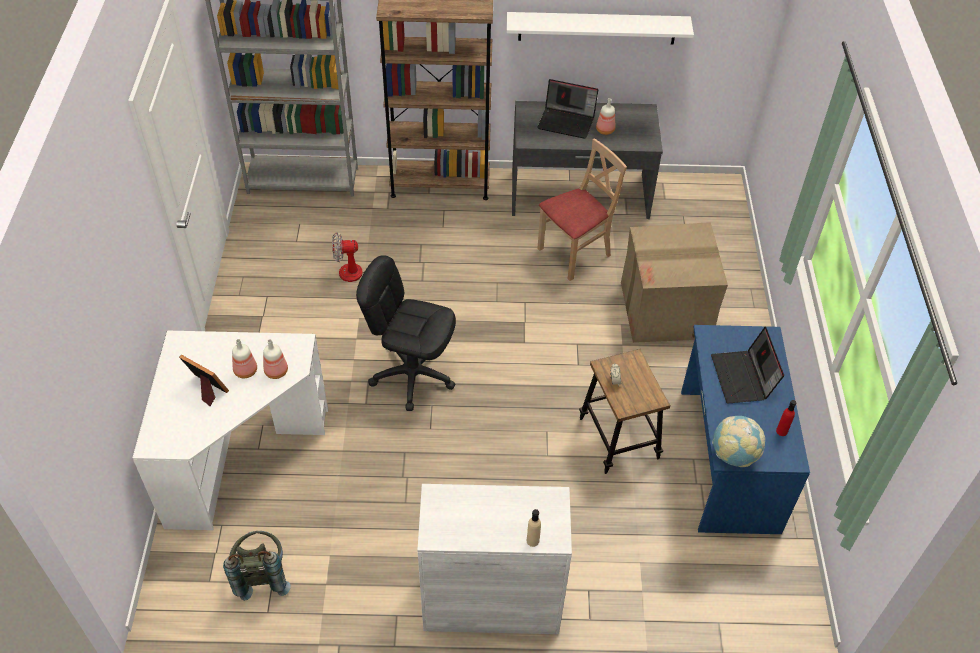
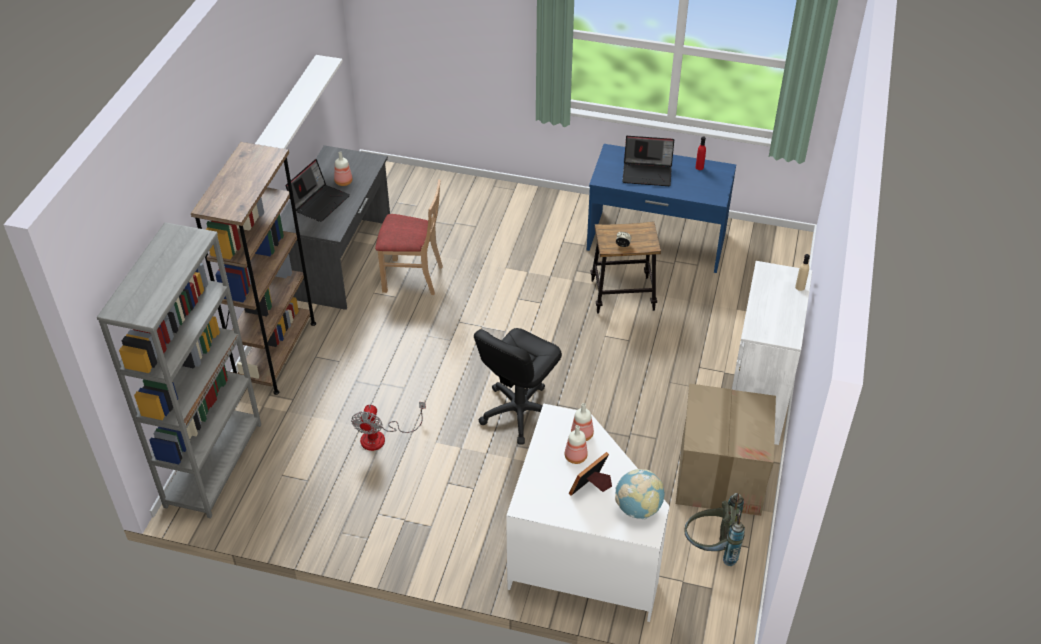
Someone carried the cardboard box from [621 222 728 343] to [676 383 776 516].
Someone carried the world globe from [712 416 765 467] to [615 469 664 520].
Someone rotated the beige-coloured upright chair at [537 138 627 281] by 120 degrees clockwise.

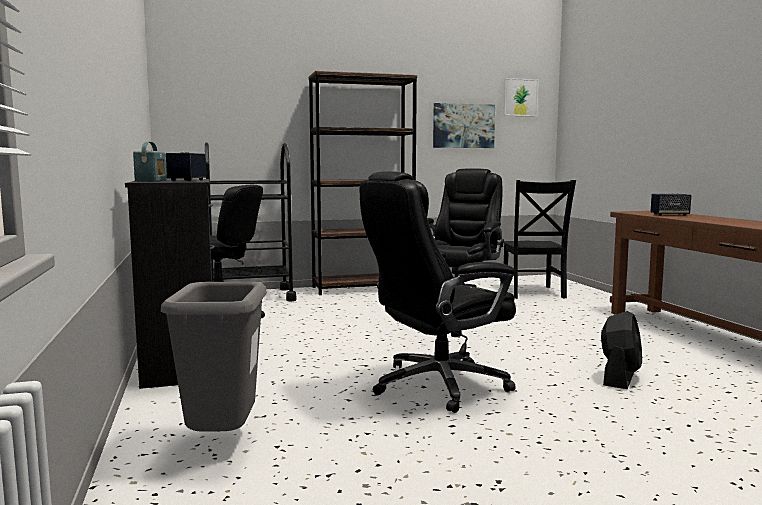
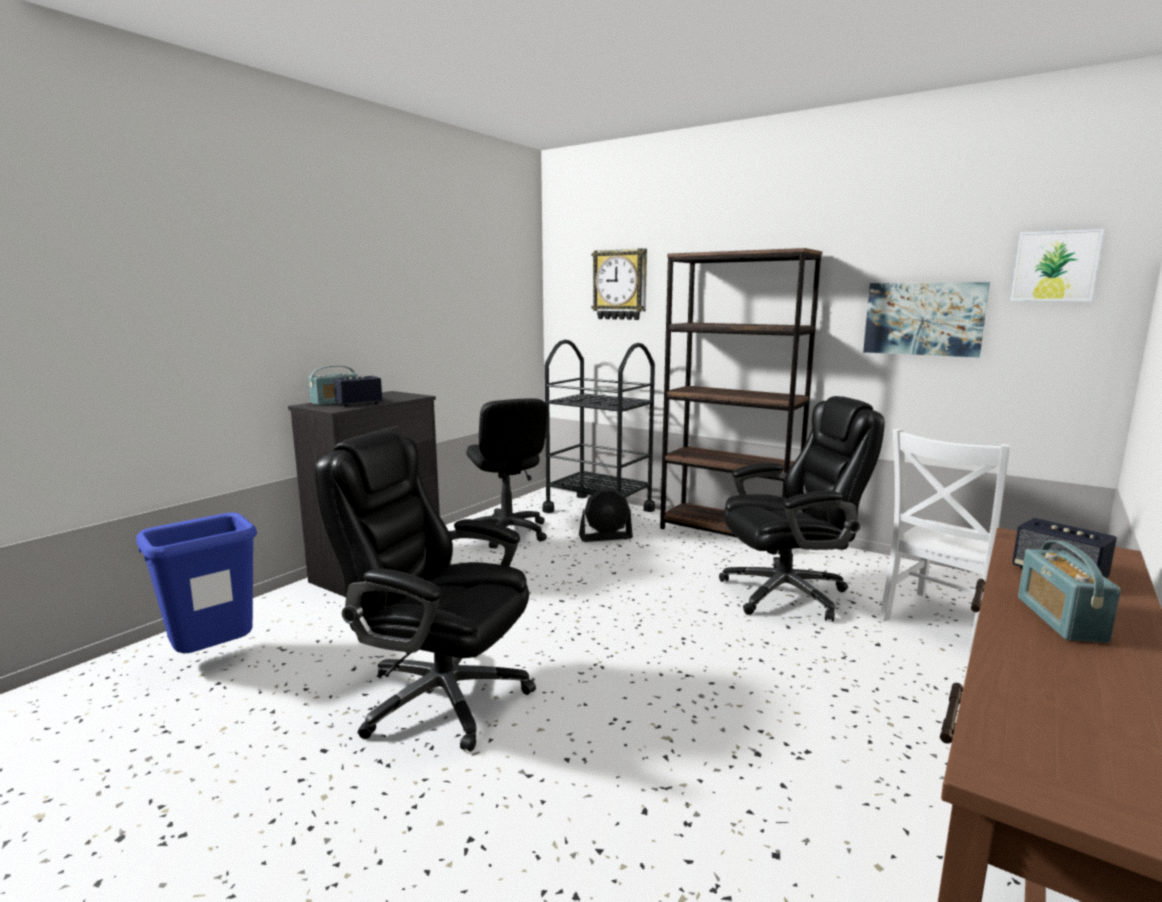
Someone put up the wall clock at [591 248 647 320].
Someone put down the radio at [1018 540 1121 643].
Someone carried the blackish cooling fan from [601 311 642 389] to [579 488 633 542].
Someone repainted the greyish rubbish bin at [161 282 267 432], which became the blue rubbish bin at [136 512 257 653].
Someone repainted the blackish upright chair at [504 180 576 299], which became the white upright chair at [879 429 1010 652].

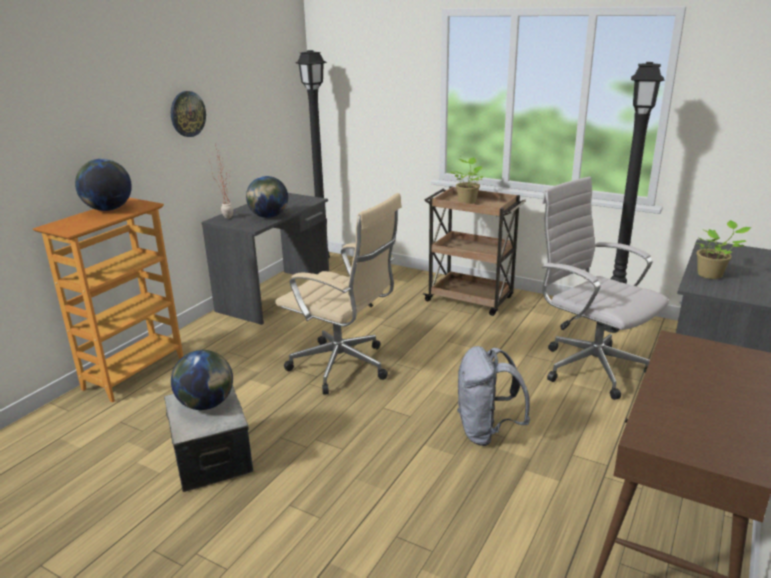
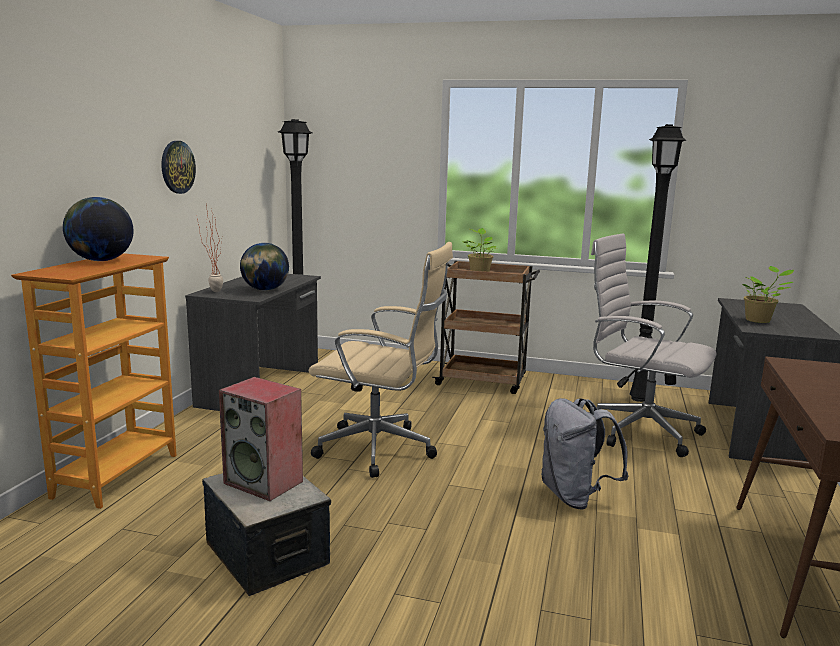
Someone swapped the world globe at [171 350 233 410] for the speaker at [219 377 303 501].

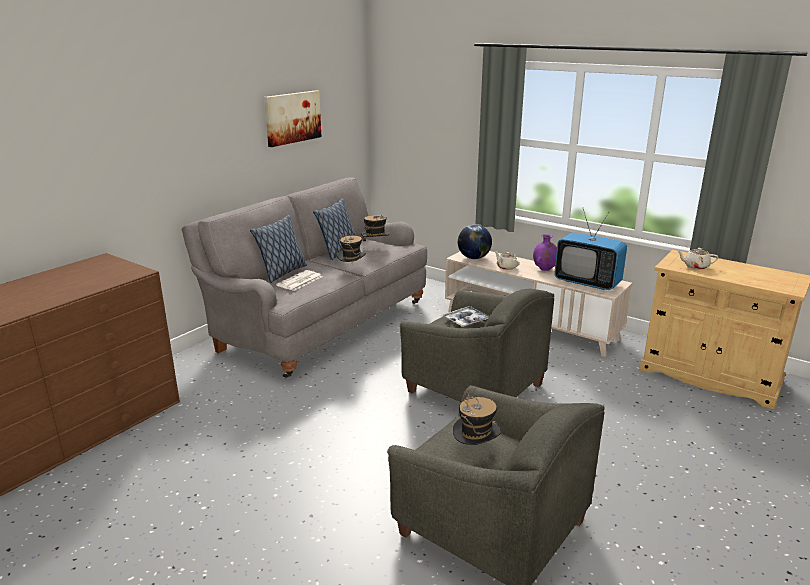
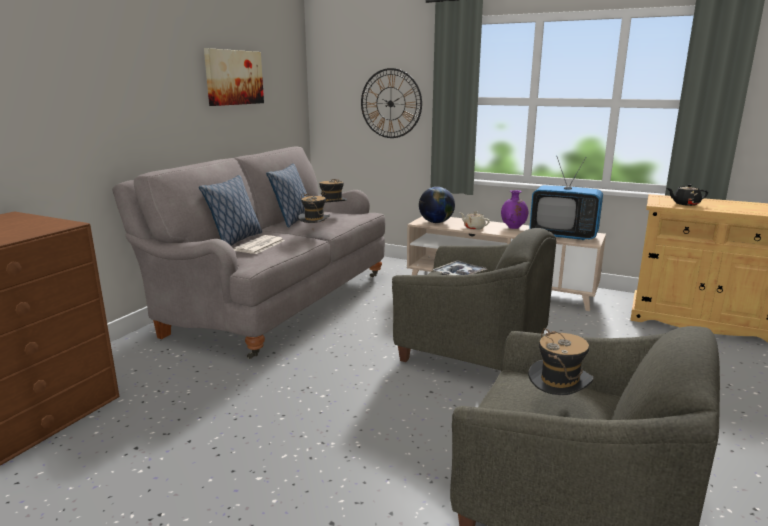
Someone put up the wall clock at [361 68 422 138].
Someone repainted the beige-coloured teapot at [677 248 718 269], which became the blackish teapot at [667 184 708 206].

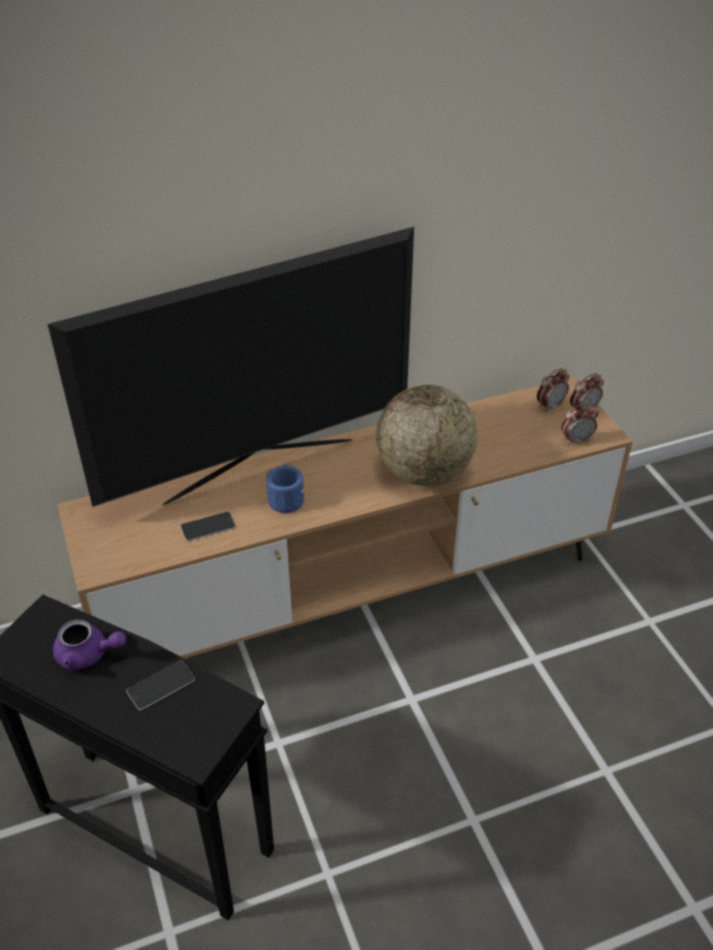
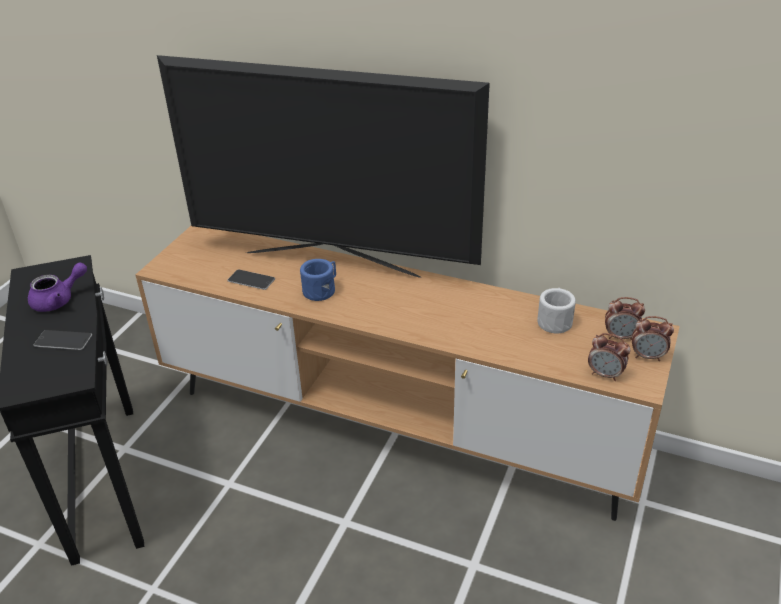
Someone took away the world globe at [376 385 477 486].
Someone put down the white tea mug at [537 288 576 333].
Someone rotated the purplish teapot at [53 620 126 671] by 90 degrees counterclockwise.

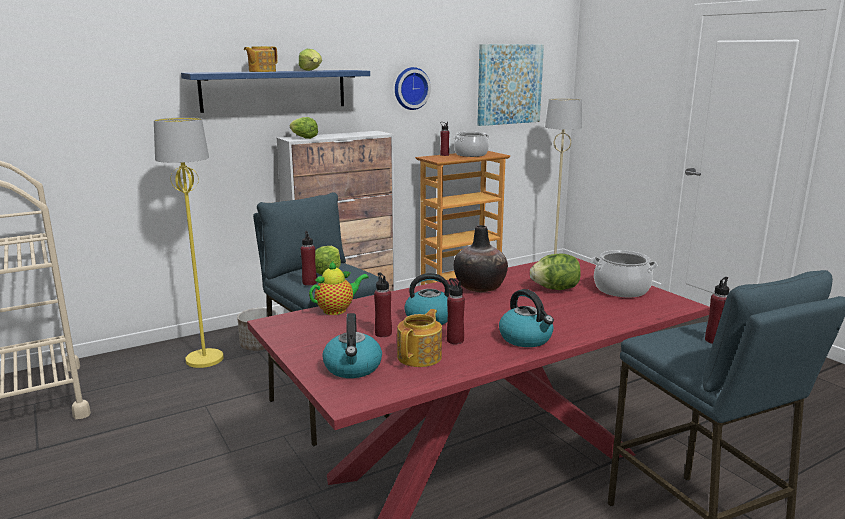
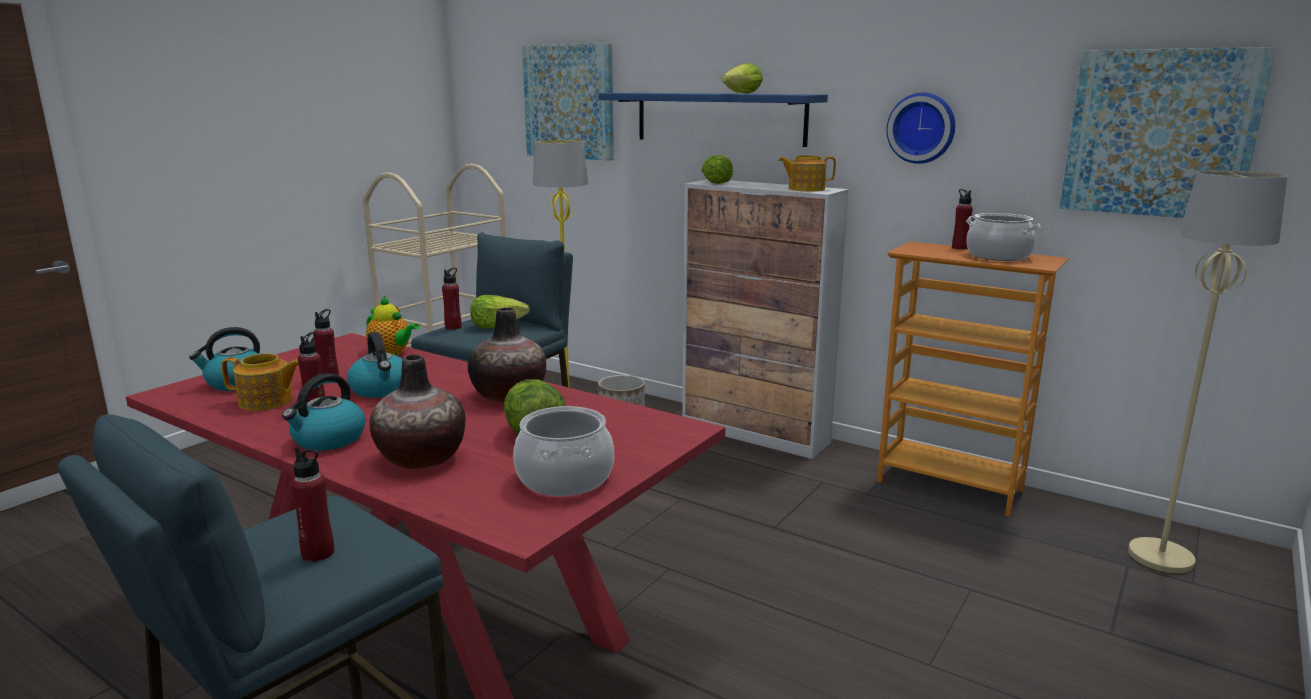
Someone put down the decorative vase at [369 354 465 469].
Someone put up the picture at [522 43 614 161].
Someone carried the teapot from [244 46 278 72] to [778 155 836 191].

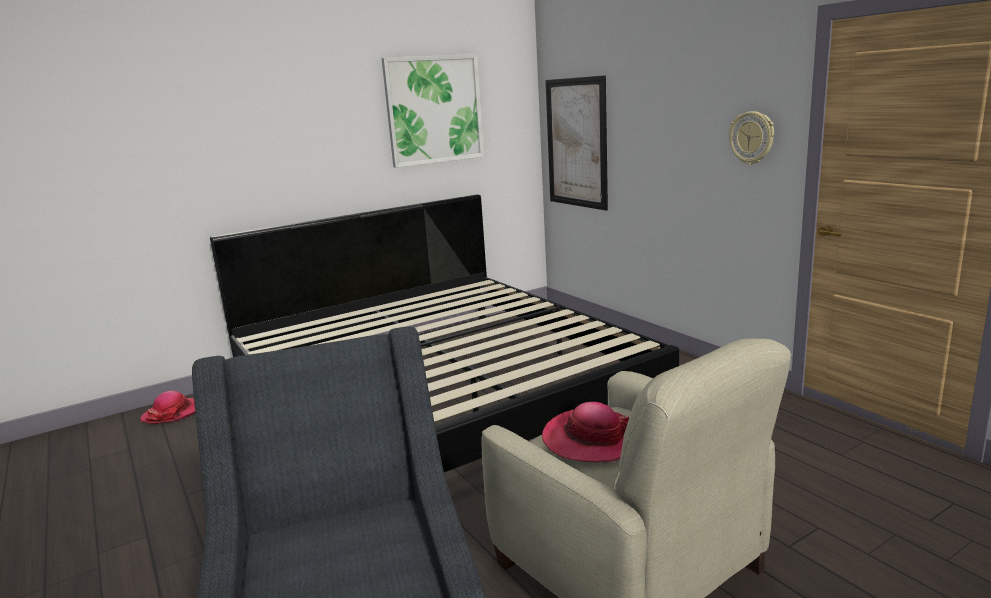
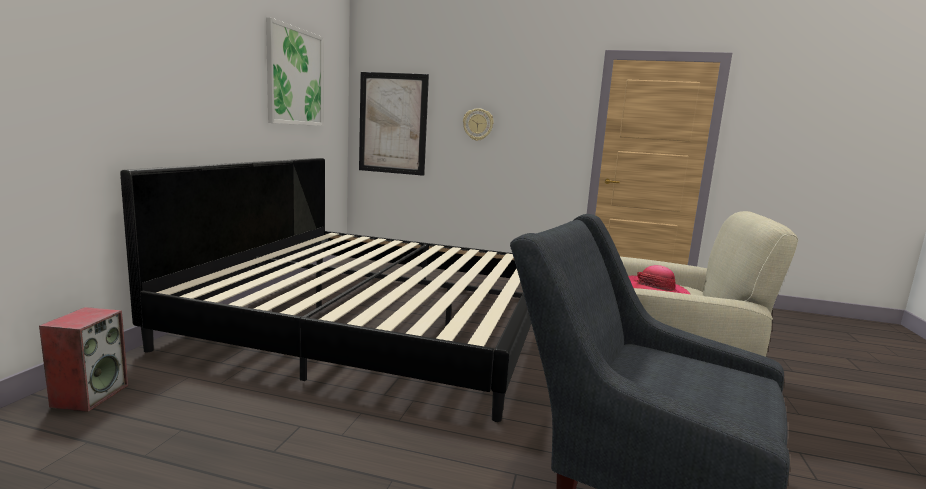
Someone carried the wall clock from [729 111 774 165] to [463 108 494 141].
Someone swapped the clothing hat at [140 391 195 424] for the speaker at [39 307 128 412].

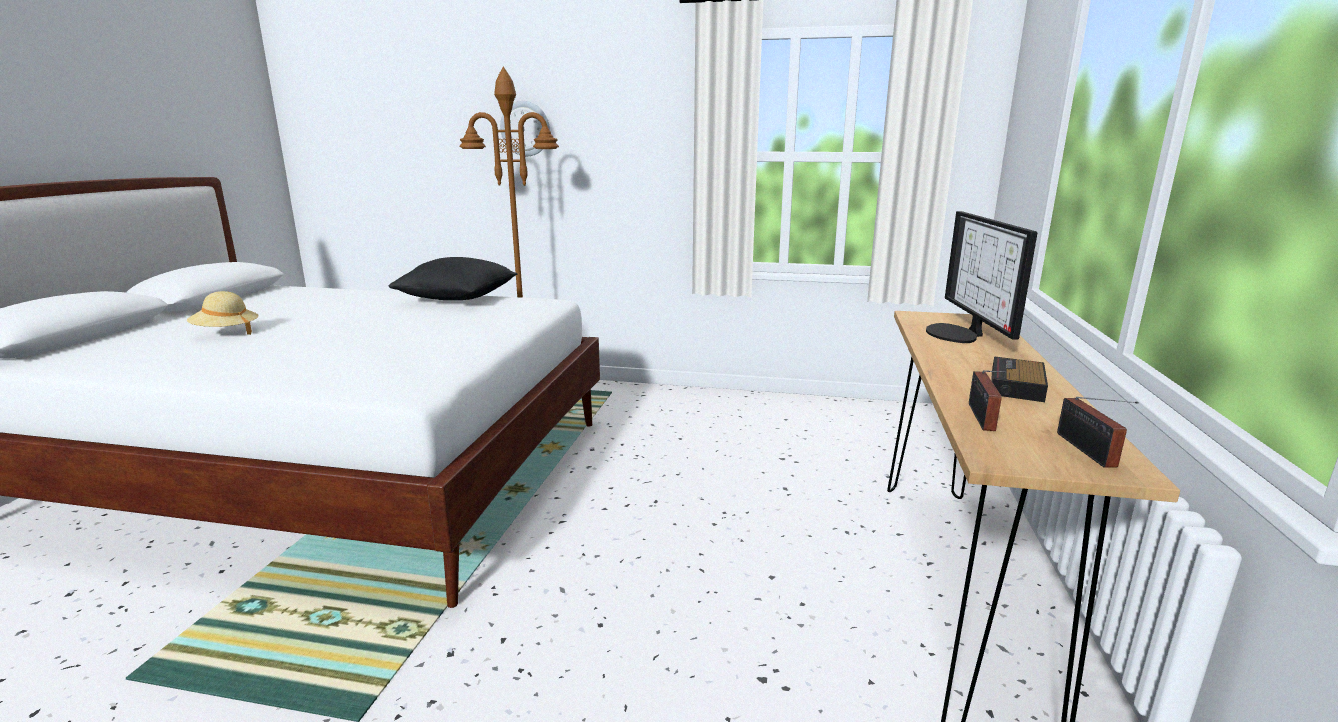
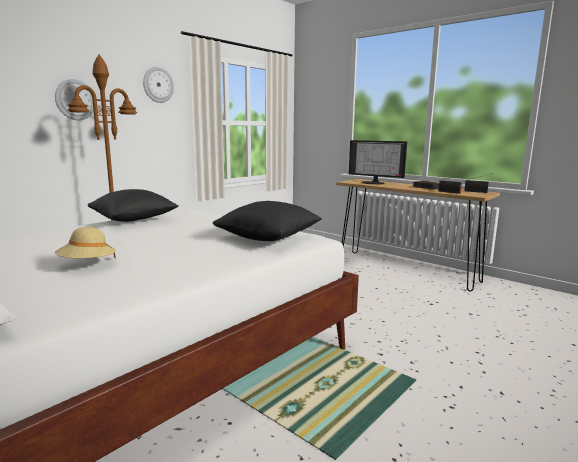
Someone put up the wall clock at [143 67 174 103].
Someone put down the blackish cushion at [213 201 322 241].

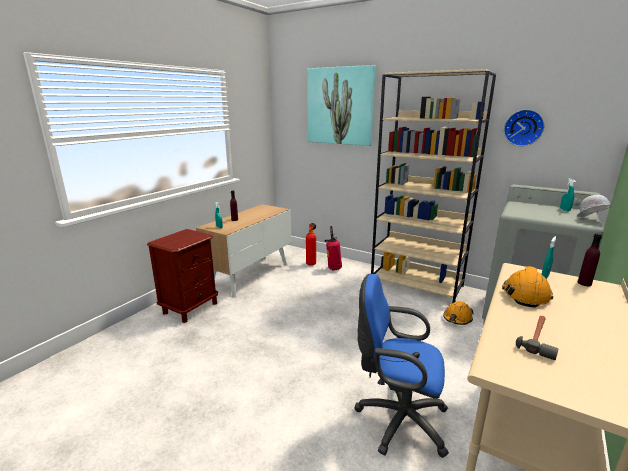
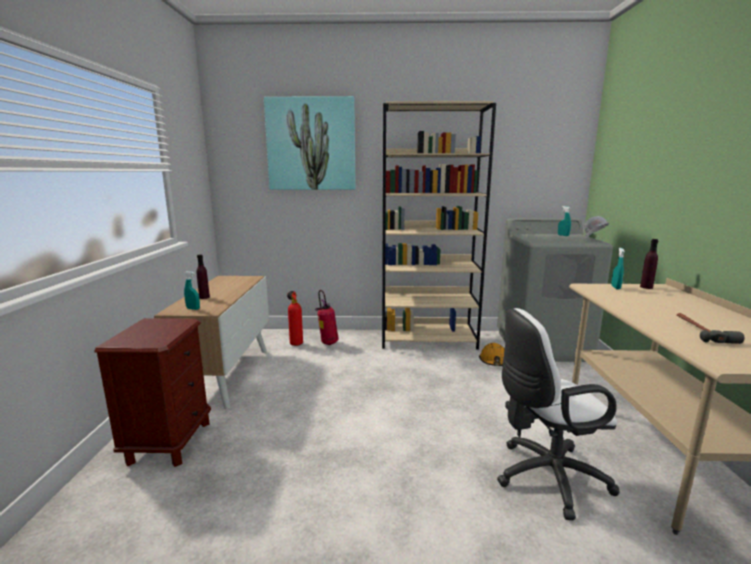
Someone took away the orange-coloured work helmet at [502 266 554 307].
Someone took away the wall clock at [504 109 545 146].
Someone repainted the blue computer chair at [354 273 449 458], which became the white computer chair at [497 308 620 520].

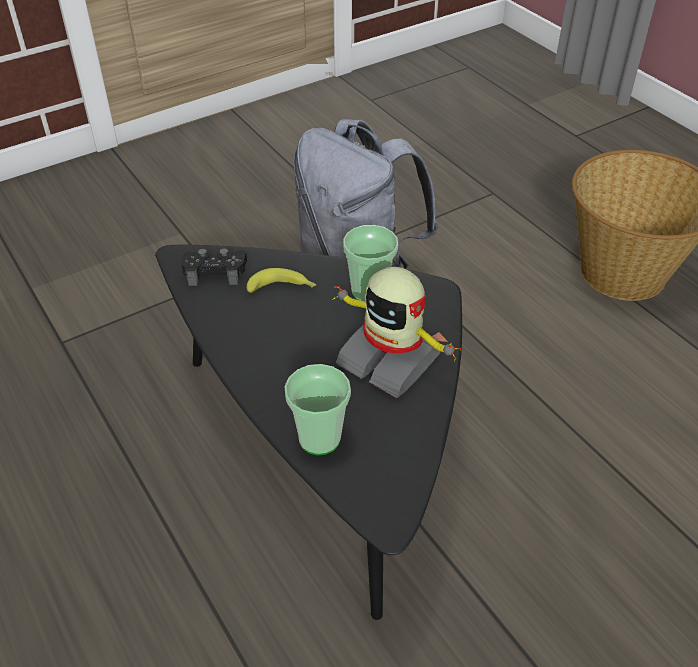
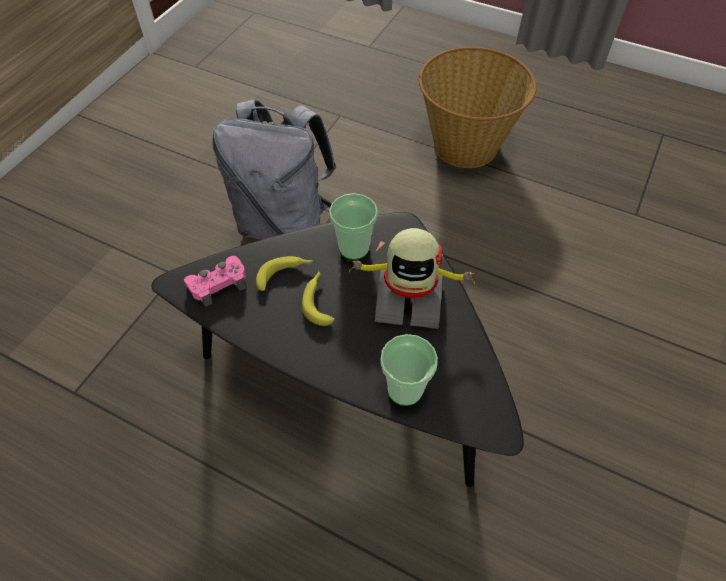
Someone put down the banana at [302 271 335 326].
Someone repainted the blackish joypad at [181 248 247 286], which became the pink joypad at [184 256 246 307].

